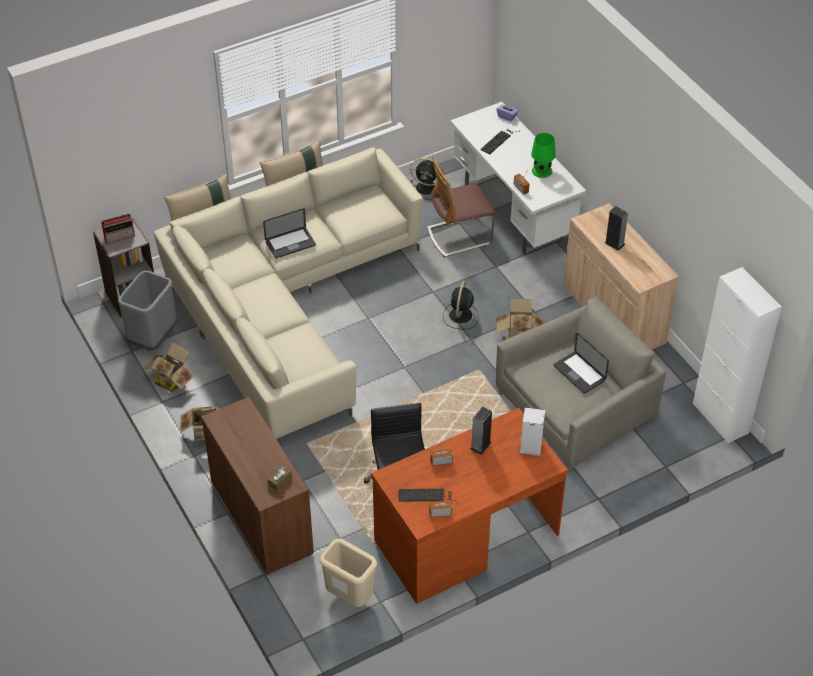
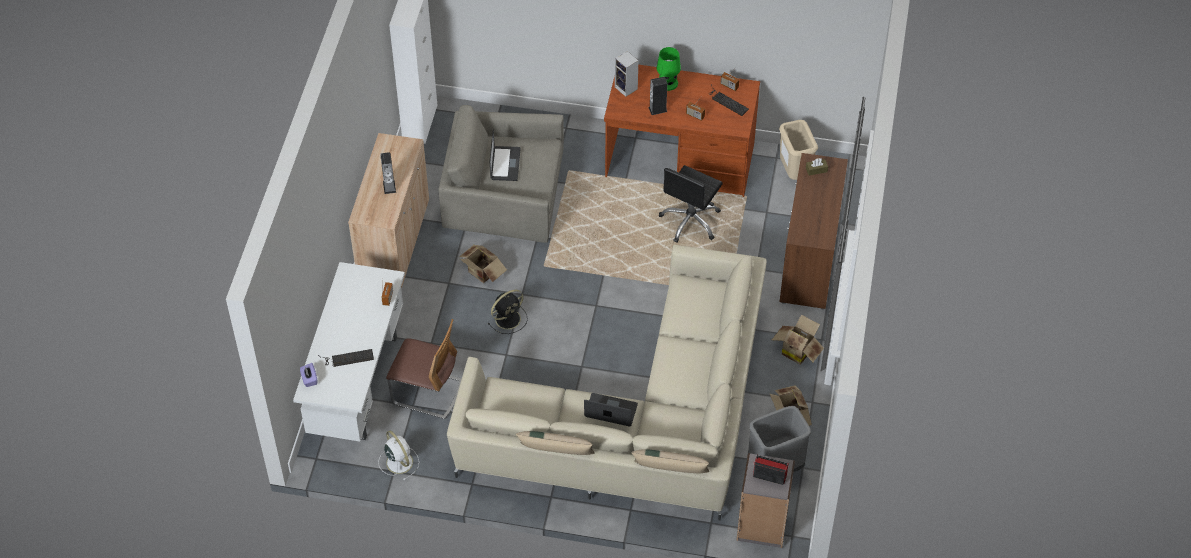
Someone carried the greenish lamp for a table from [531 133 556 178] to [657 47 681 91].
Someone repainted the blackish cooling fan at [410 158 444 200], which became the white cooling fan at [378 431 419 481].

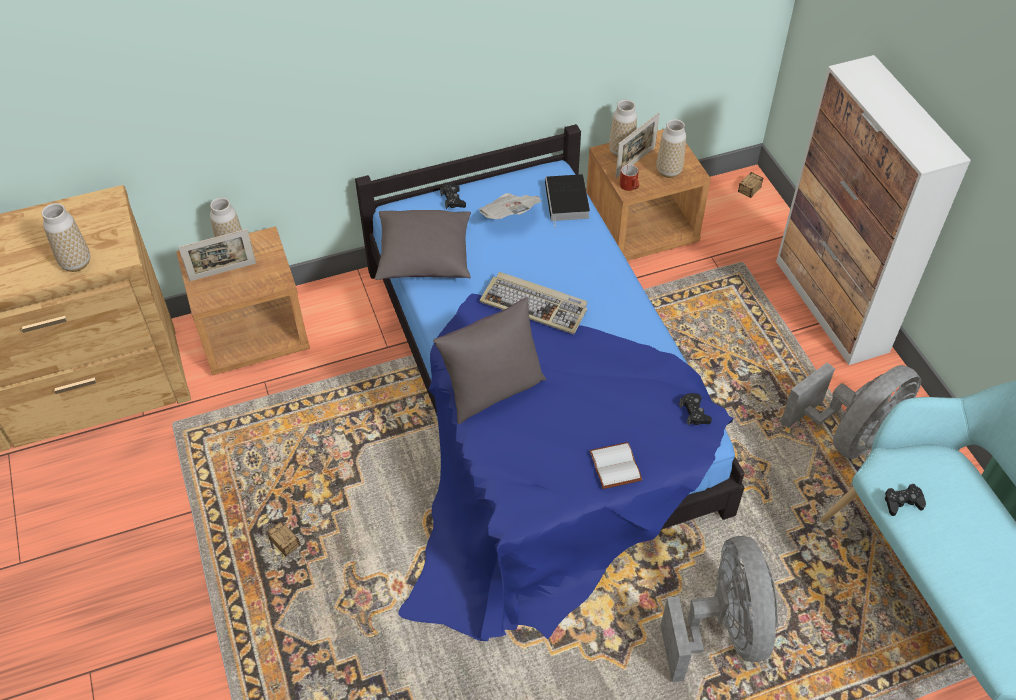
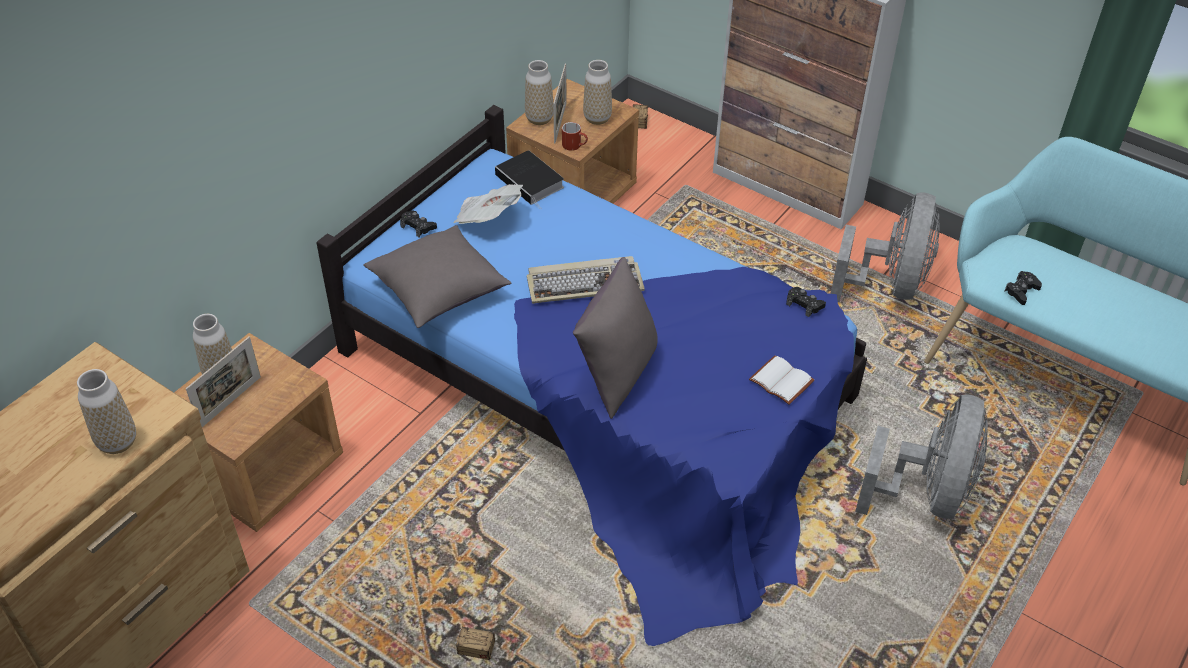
Someone rotated the greyish cooling fan at [660 536 778 682] by 60 degrees clockwise.

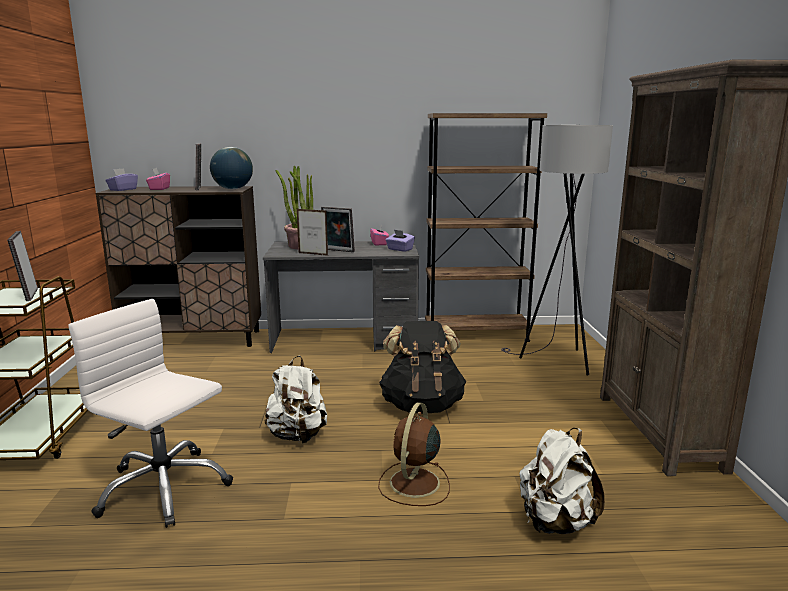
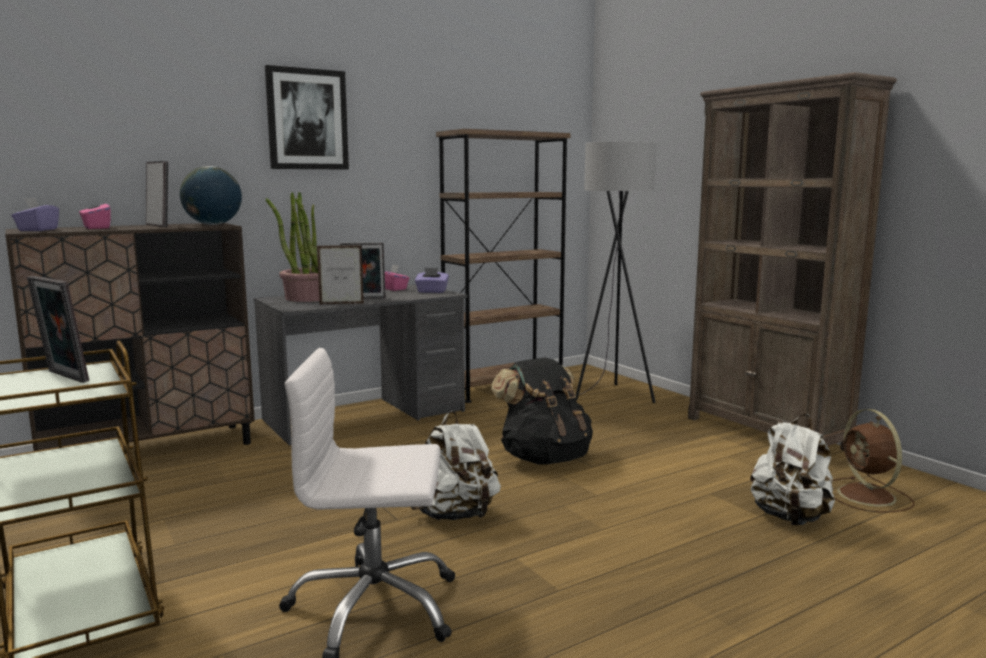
Someone put up the picture at [265 65 349 170].
Someone carried the brownish cooling fan from [378 402 450 506] to [833 409 914 513].

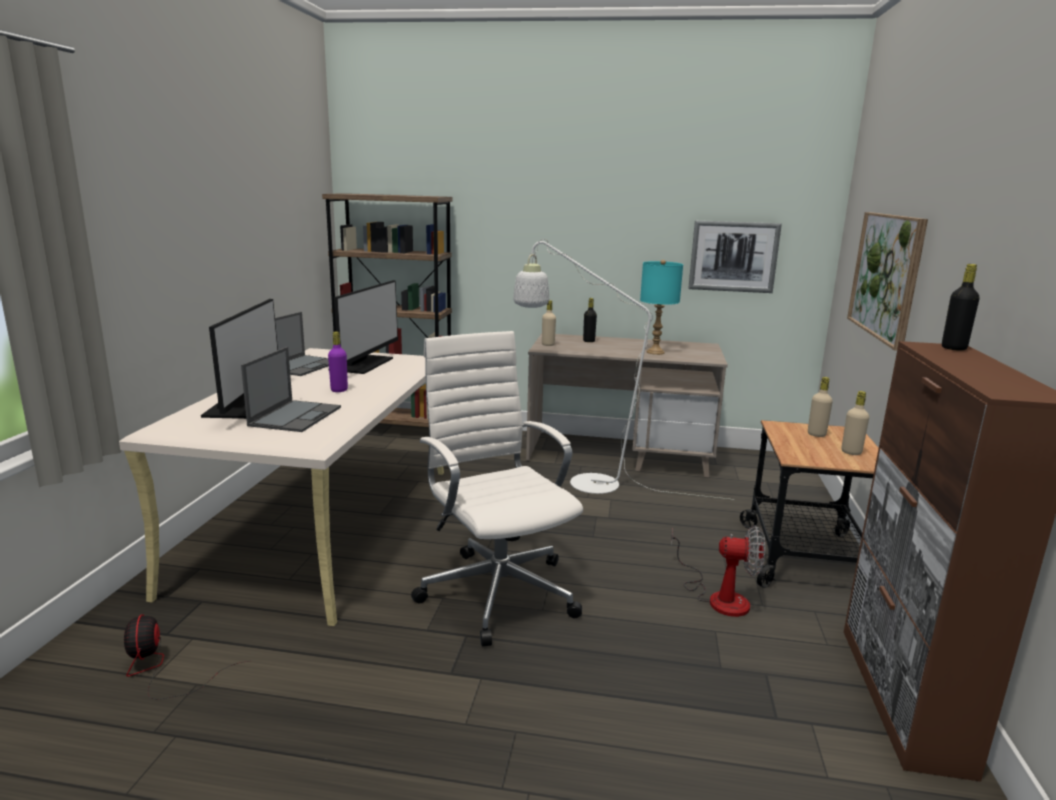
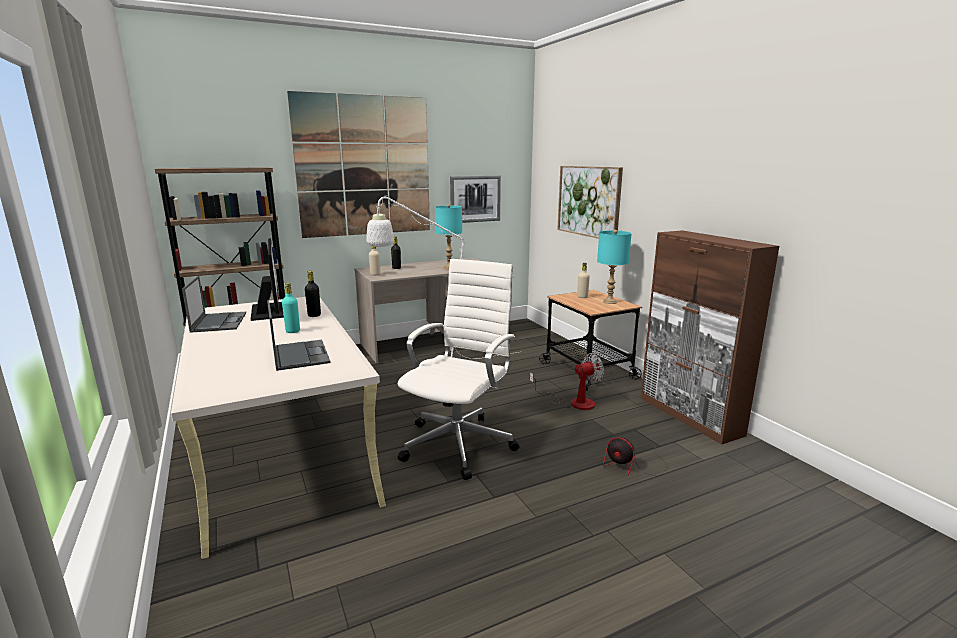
Someone took away the computer screen at [201 299 278 419].
Someone put up the picture at [287 91 430 238].
Someone carried the cooling fan from [124 614 249 700] to [603 437 667 476].
Someone carried the blackish bottle from [942 264 980 350] to [305 271 321 317].
Someone swapped the beige-coloured bottle at [842 391 869 455] for the blue-green lamp for a table at [597 230 632 304].
Someone repainted the purplish bottle at [328 332 348 392], which became the blue-green bottle at [282 282 300 333].
Someone rotated the white computer chair at [411 331 583 646] by 90 degrees clockwise.

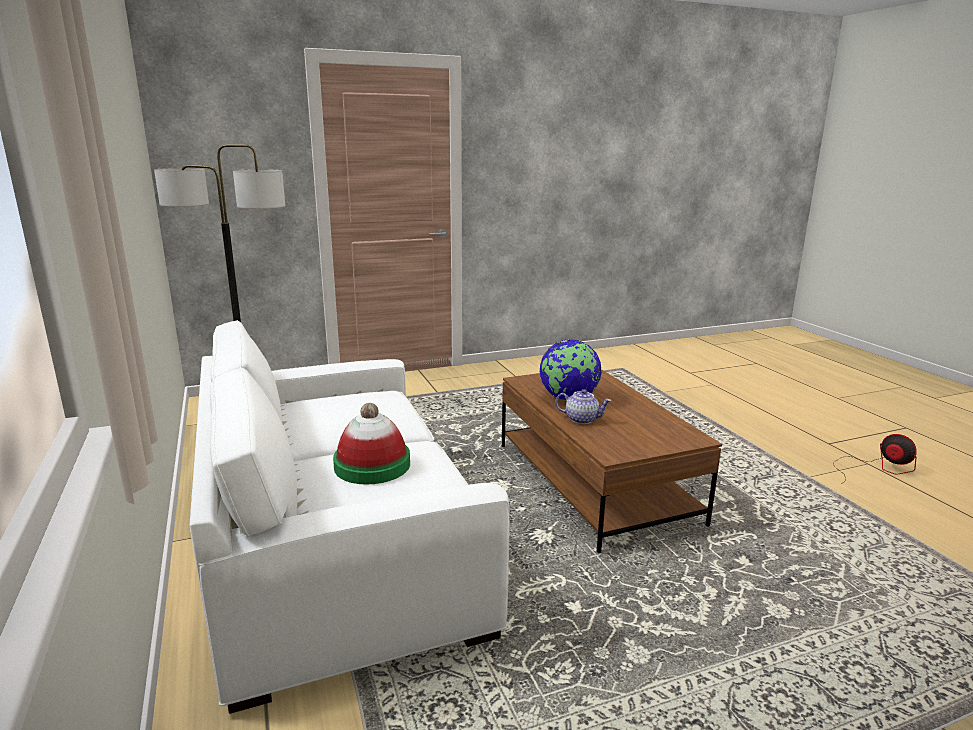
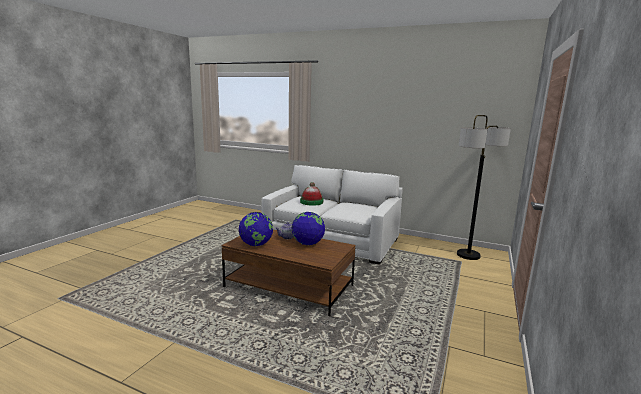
Someone took away the cooling fan at [833 434 916 484].
Someone put down the world globe at [239 212 273 246].

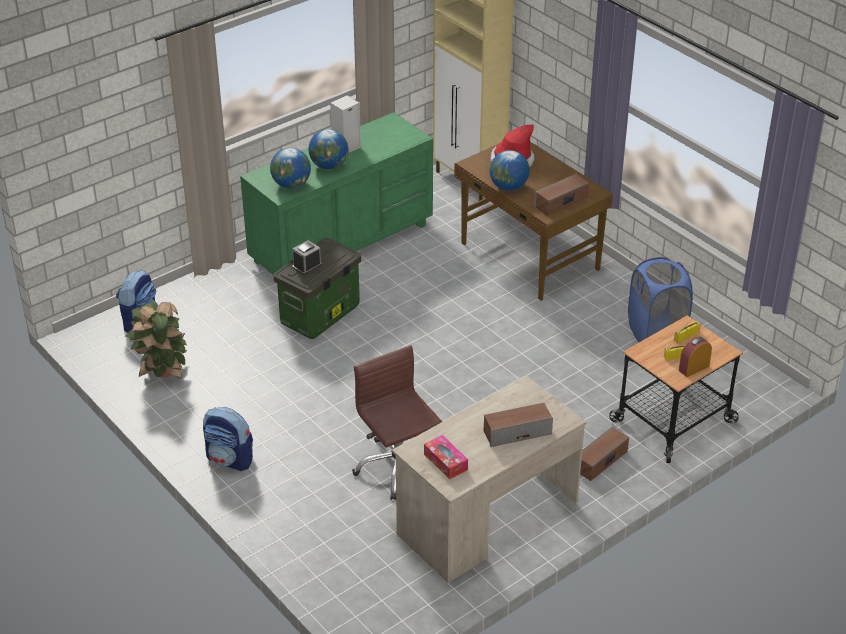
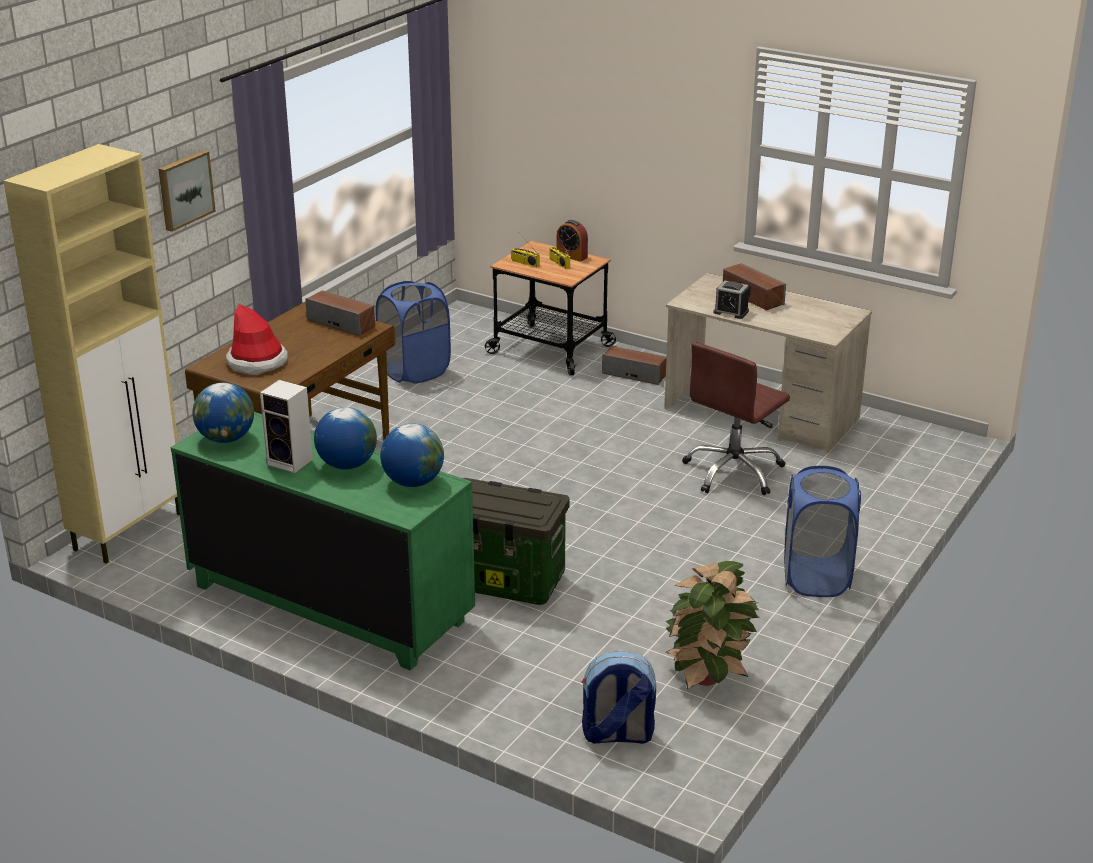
Someone took away the tissue holder at [424 435 468 479].
Someone put up the picture at [158 150 216 232].
Someone carried the table clock from [293 240 322 275] to [713 281 749 319].
Someone carried the world globe from [489 150 530 191] to [192 383 254 443].
Someone swapped the knapsack at [203 407 253 471] for the blue laundry basket at [784 466 861 597].

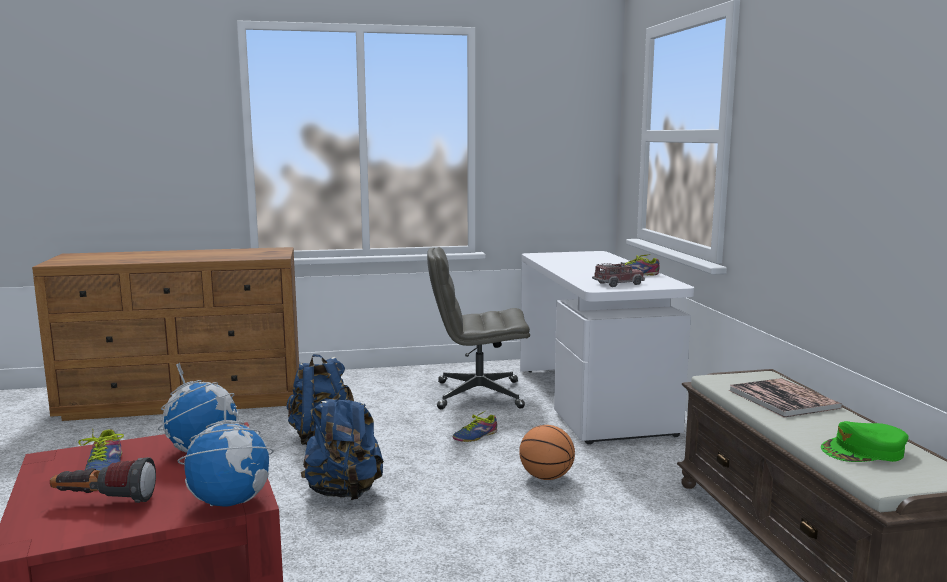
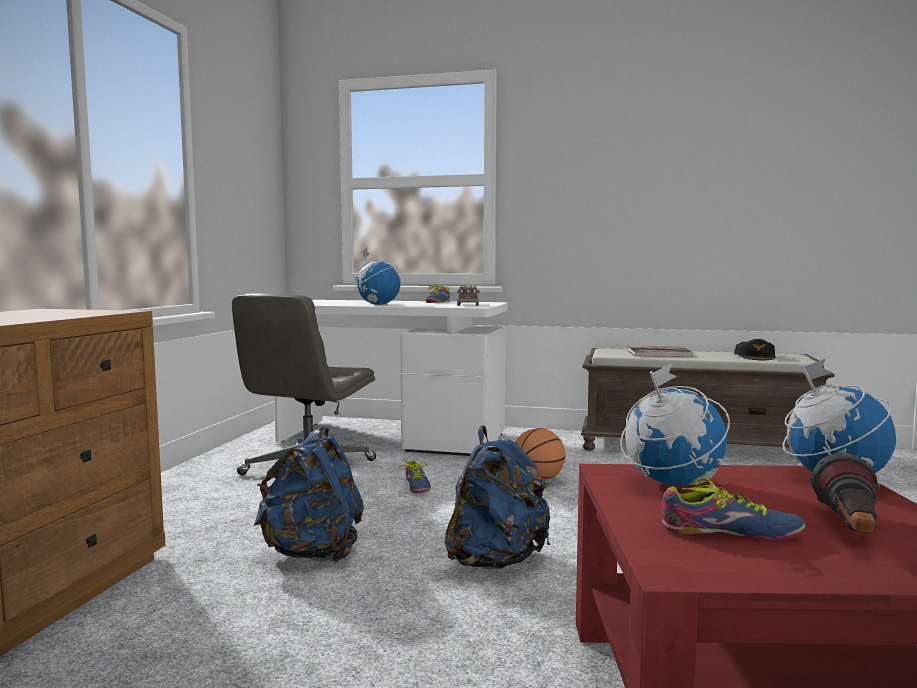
Someone put down the world globe at [355 248 401 305].
Someone repainted the greenish cap at [821 421 909 462], which became the blackish cap at [734 339 776 360].

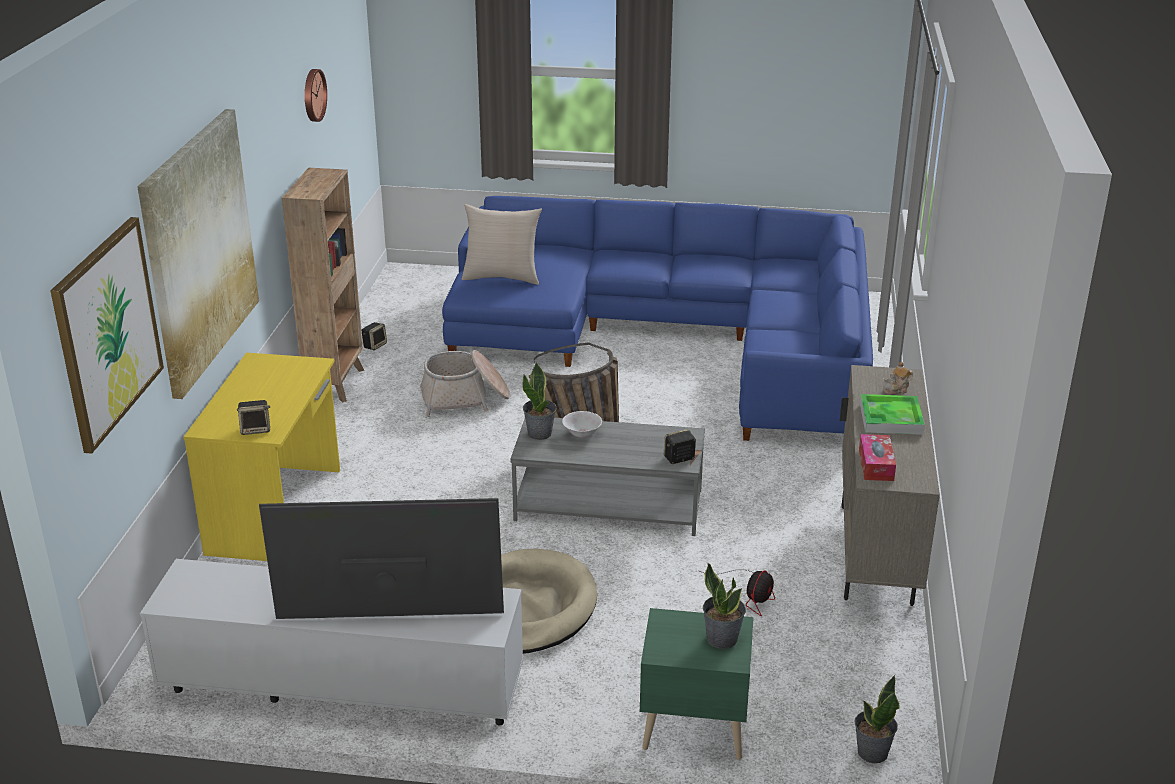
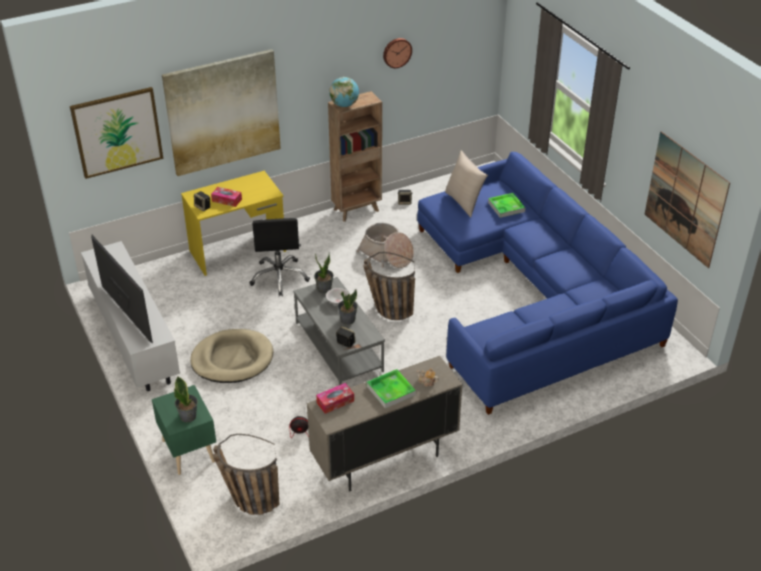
Someone put down the tissue holder at [211 187 242 207].
Someone put down the basket at [213 434 280 515].
Someone put down the blackish computer chair at [249 218 310 296].
Someone put down the world globe at [329 77 359 107].
Someone put down the carrying tray at [488 193 525 218].
Someone put up the picture at [644 131 730 268].
Someone carried the potted plant from [855 675 900 763] to [338 289 358 325].

